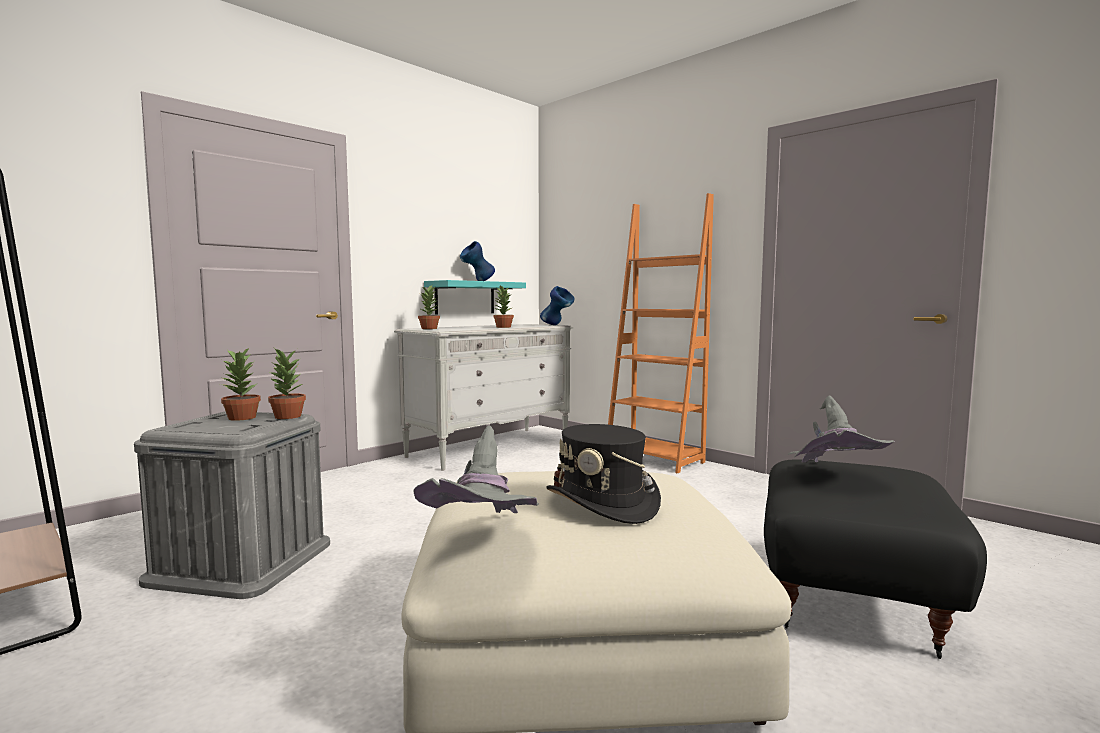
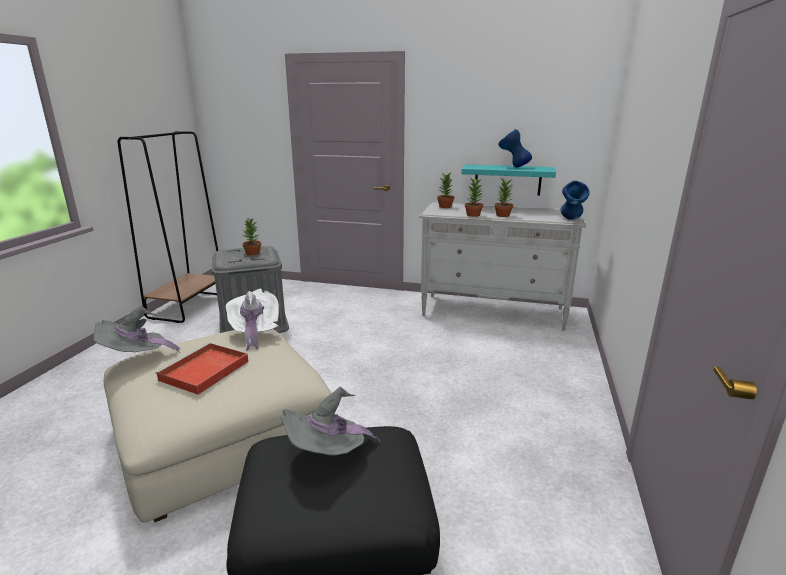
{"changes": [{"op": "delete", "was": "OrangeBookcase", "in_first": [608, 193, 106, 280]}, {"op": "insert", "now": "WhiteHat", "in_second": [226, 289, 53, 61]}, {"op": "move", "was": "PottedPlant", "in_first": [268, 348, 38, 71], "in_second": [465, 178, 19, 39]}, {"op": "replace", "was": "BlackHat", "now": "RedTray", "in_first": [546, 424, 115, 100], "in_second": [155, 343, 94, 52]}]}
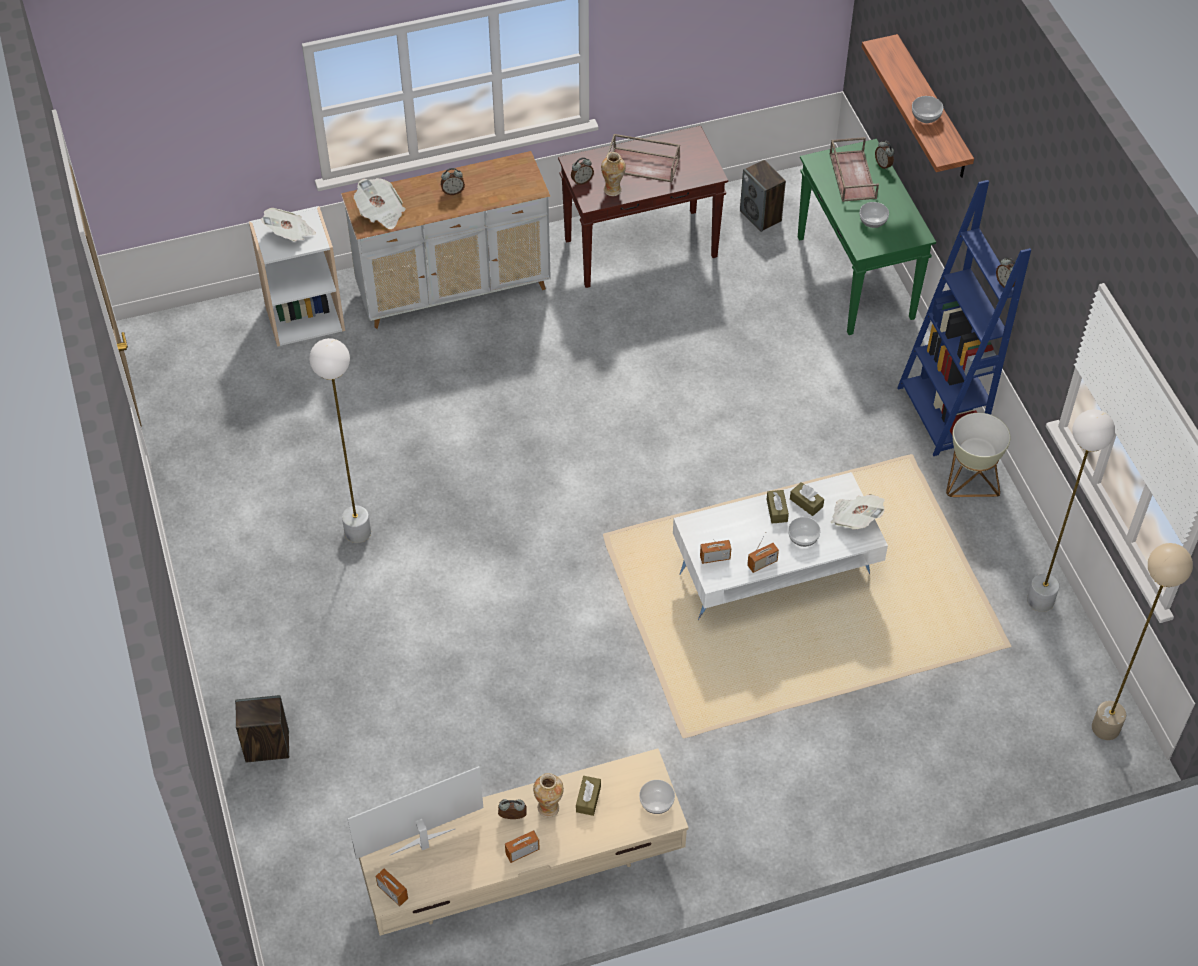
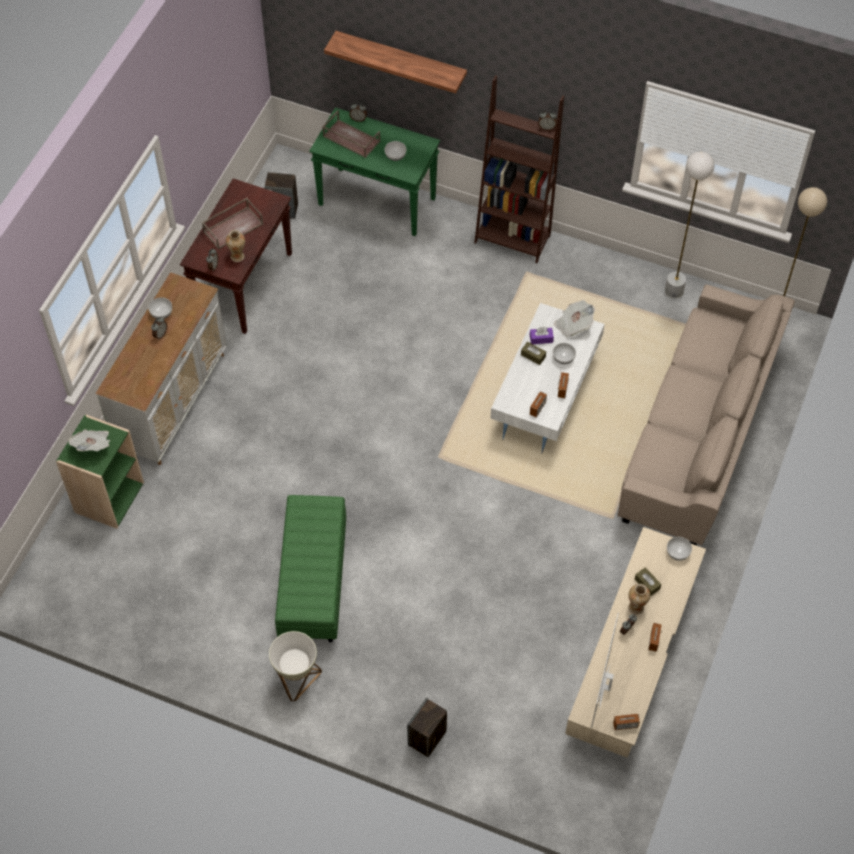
{"changes": [{"op": "delete", "was": "Newspaper", "in_first": [354, 178, 51, 51]}, {"op": "insert", "now": "BeigeSofa", "in_second": [617, 285, 178, 260]}, {"op": "move", "was": "Bowl", "in_first": [912, 96, 31, 27], "in_second": [148, 297, 24, 22]}, {"op": "move", "was": "Planter", "in_first": [946, 413, 65, 84], "in_second": [269, 631, 53, 70]}, {"op": "replace", "was": "WhiteFloorLamp", "now": "GreenOttoman", "in_first": [309, 338, 62, 205], "in_second": [275, 495, 71, 147]}, {"op": "recolor", "was": "WhiteBookcase", "now": "GreenBookcase", "in_first": [249, 206, 96, 141], "in_second": [56, 414, 88, 115]}, {"op": "recolor", "was": "BrownTissueBox", "now": "PurpleTissueBox", "in_first": [790, 482, 34, 34], "in_second": [530, 327, 24, 17]}, {"op": "recolor", "was": "BlueBookcase", "now": "BrownBookcase", "in_first": [897, 180, 134, 276], "in_second": [475, 75, 89, 188]}]}
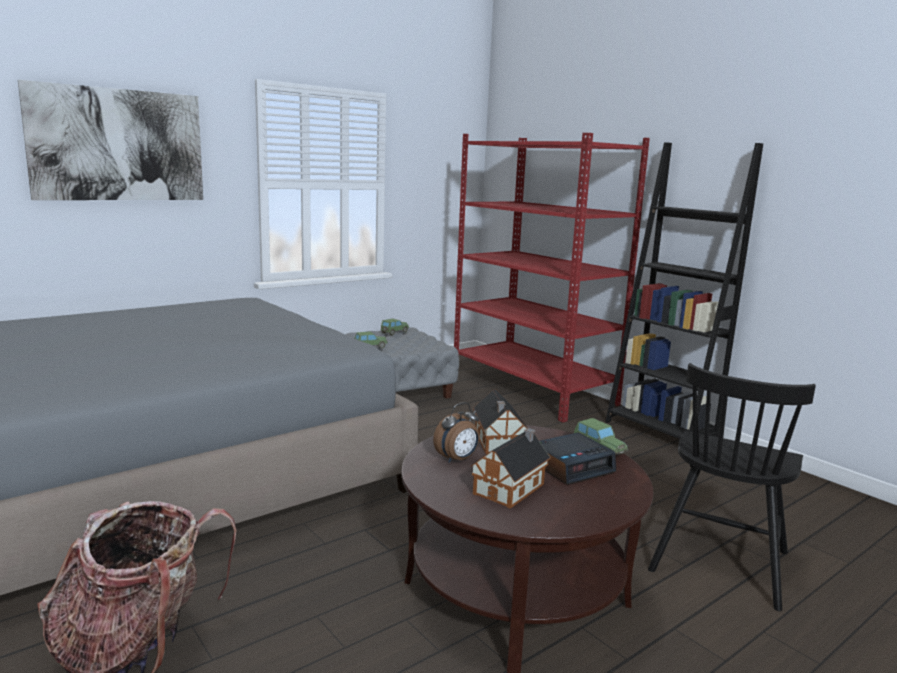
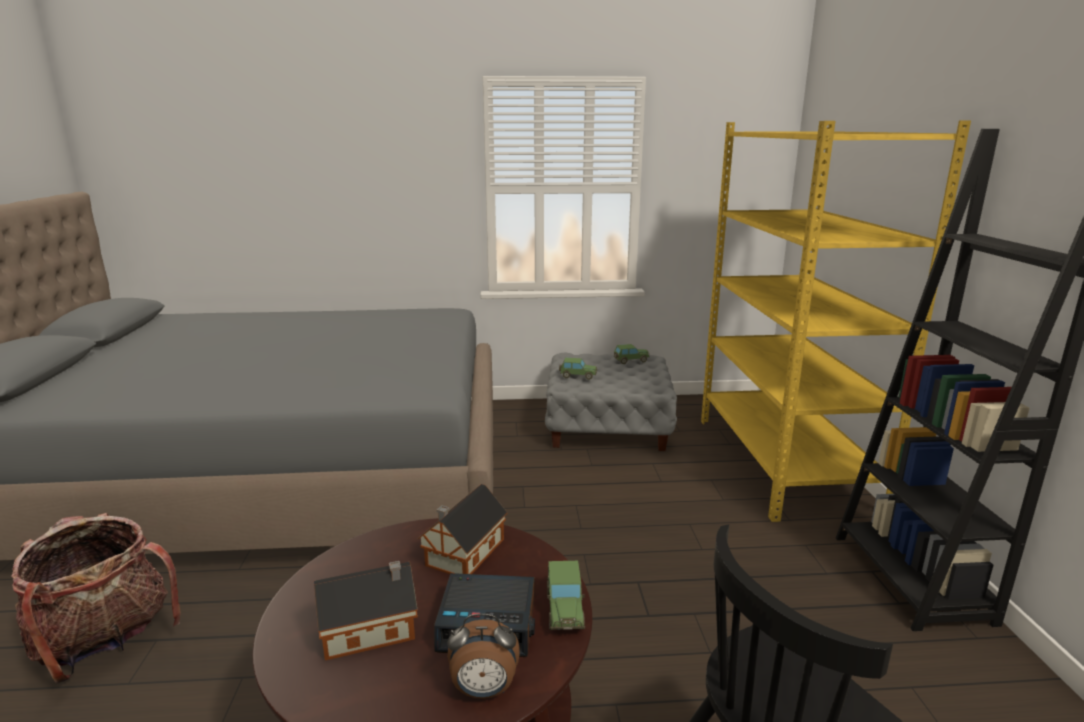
{"changes": [{"op": "delete", "was": "Picture", "in_first": [18, 80, 185, 120]}, {"op": "move", "was": "AlarmClock", "in_first": [433, 402, 47, 61], "in_second": [447, 613, 73, 86]}, {"op": "recolor", "was": "RedBookcase", "now": "YellowBookcase", "in_first": [454, 133, 196, 289], "in_second": [701, 121, 270, 401]}]}
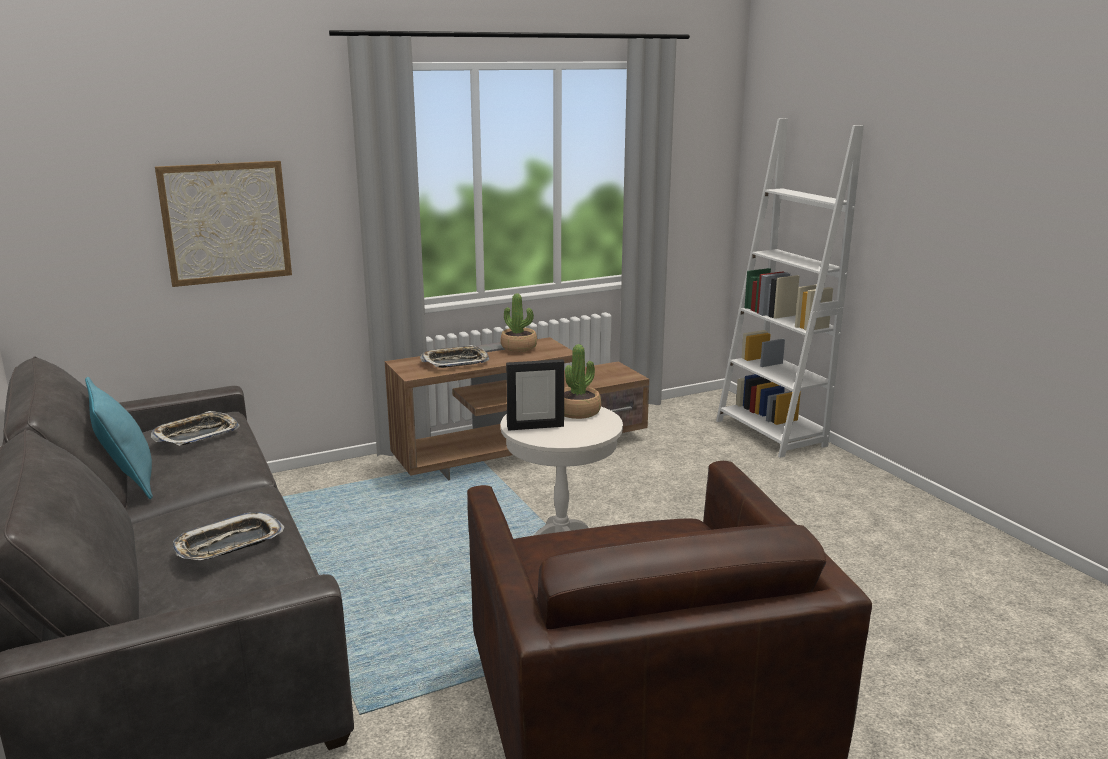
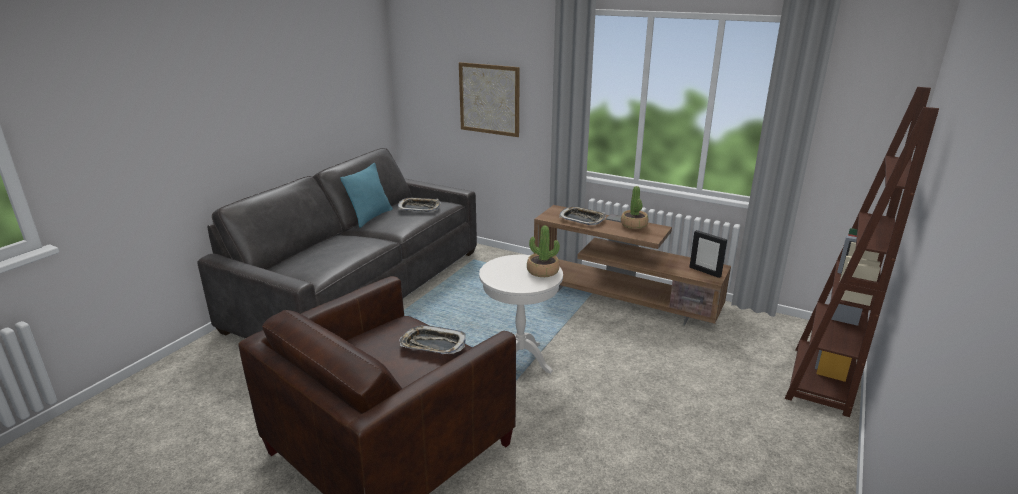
{"changes": [{"op": "move", "was": "Tray", "in_first": [173, 512, 111, 48], "in_second": [399, 325, 67, 29]}, {"op": "move", "was": "PictureFrame", "in_first": [506, 359, 58, 72], "in_second": [689, 230, 38, 48]}, {"op": "recolor", "was": "WhiteBookcase", "now": "BrownBookcase", "in_first": [716, 118, 148, 340], "in_second": [785, 87, 154, 330]}]}
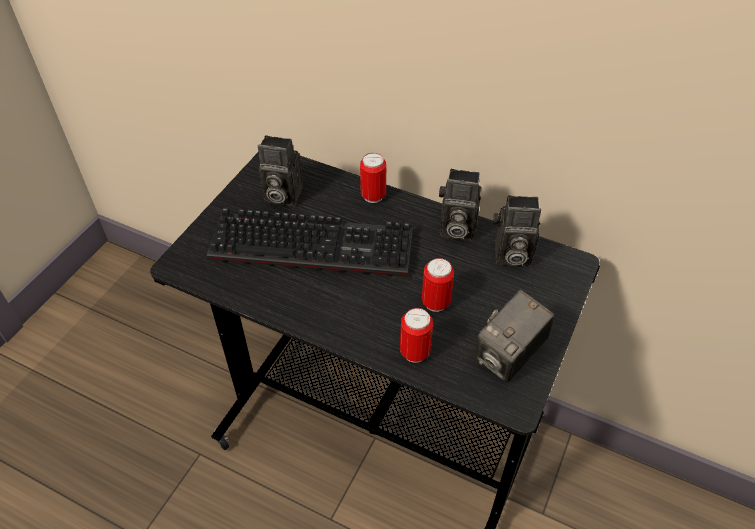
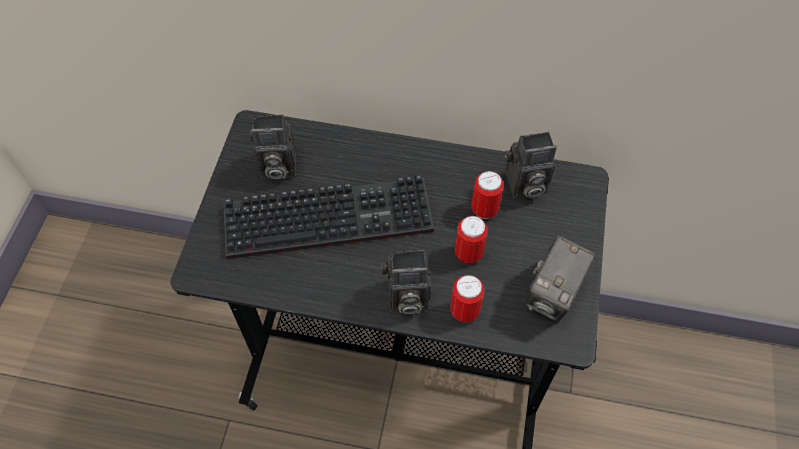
{"changes": [{"op": "move", "was": "Can", "in_first": [360, 153, 26, 50], "in_second": [471, 171, 33, 48]}, {"op": "move", "was": "PhotoCamera", "in_first": [439, 169, 42, 72], "in_second": [381, 250, 50, 64]}]}
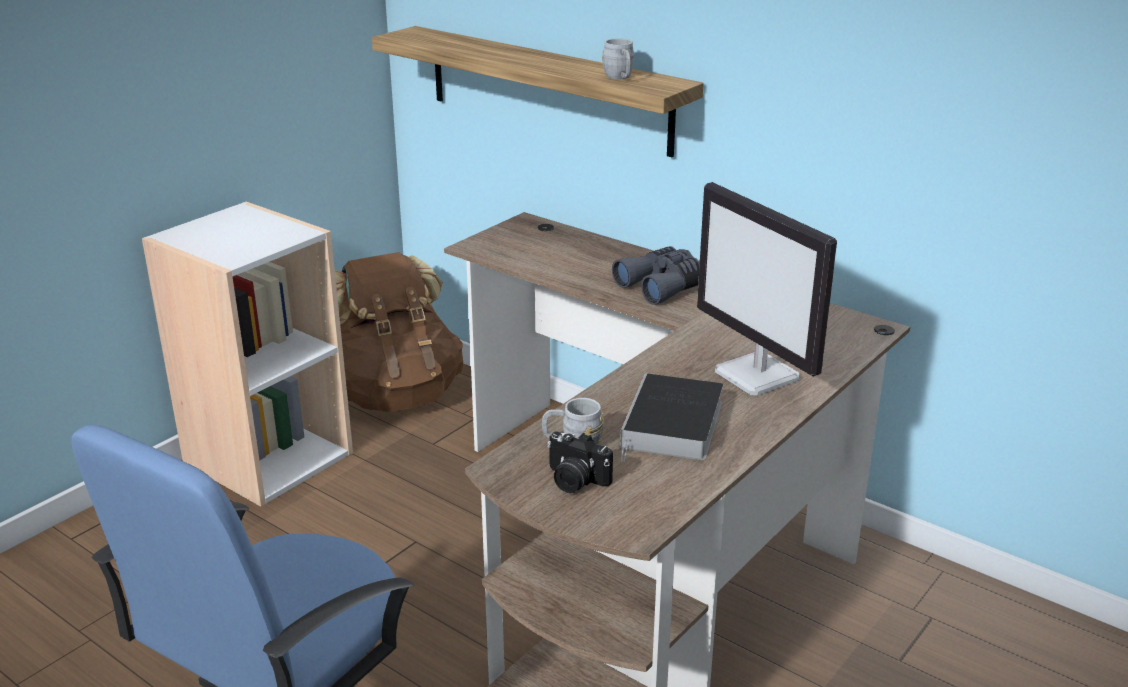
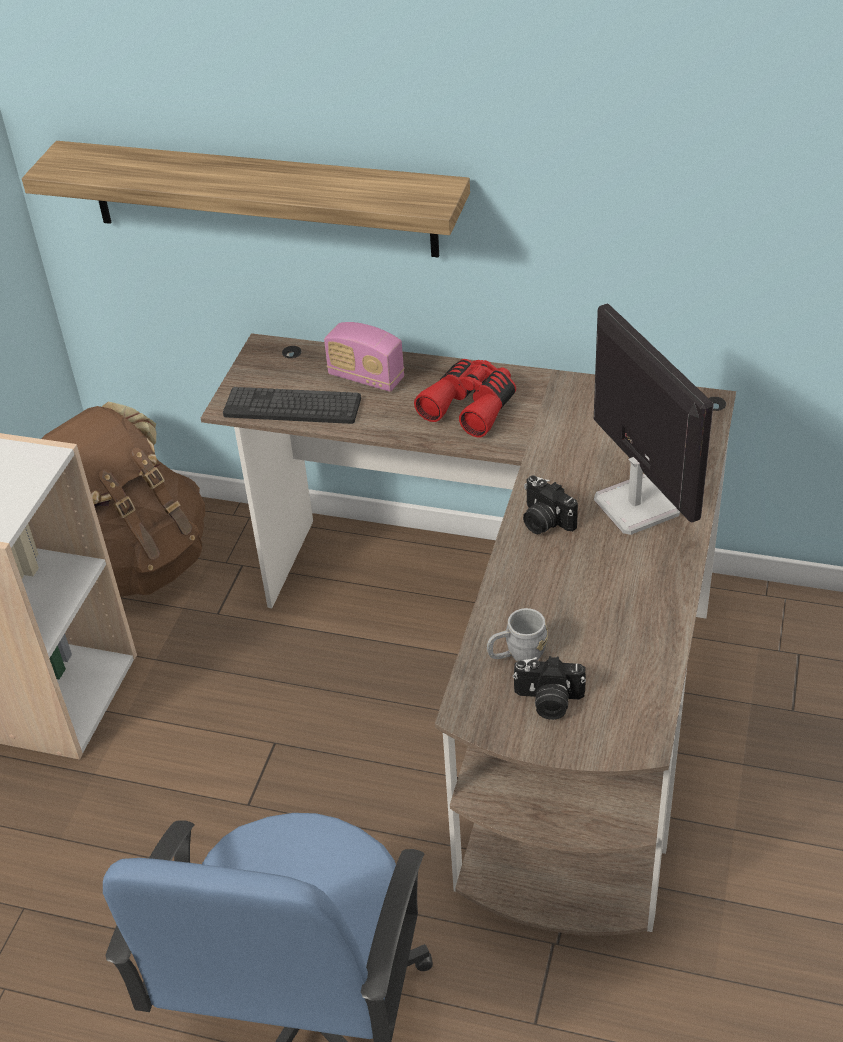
{"changes": [{"op": "delete", "was": "GreyMug", "in_first": [602, 38, 32, 41]}, {"op": "delete", "was": "Book", "in_first": [620, 373, 103, 89]}, {"op": "insert", "now": "Keyboard", "in_second": [223, 387, 138, 37]}, {"op": "insert", "now": "Radio", "in_second": [324, 322, 80, 70]}, {"op": "insert", "now": "PhotoCamera", "in_second": [523, 475, 55, 59]}, {"op": "recolor", "was": "GreyBinoculars", "now": "RedBinoculars", "in_first": [612, 246, 88, 59], "in_second": [414, 359, 102, 78]}, {"op": "rotate", "was": "Monitor", "in_first": [697, 182, 140, 214], "in_second": [594, 303, 120, 232], "clockwise": -150}]}
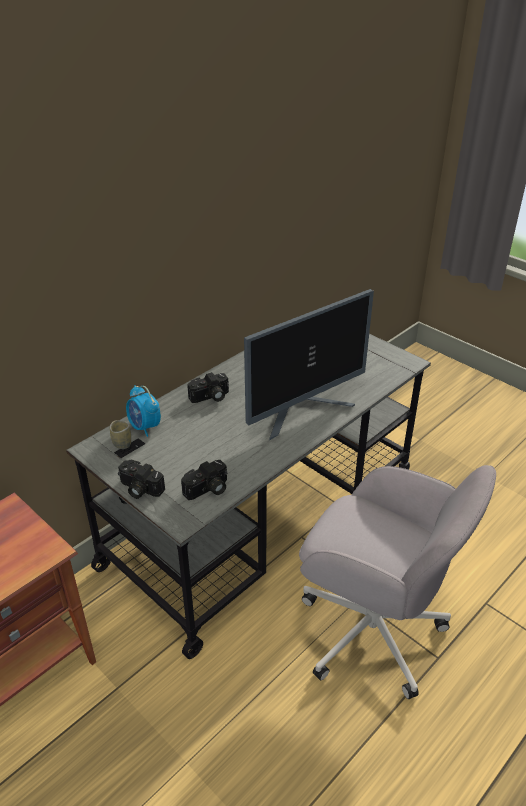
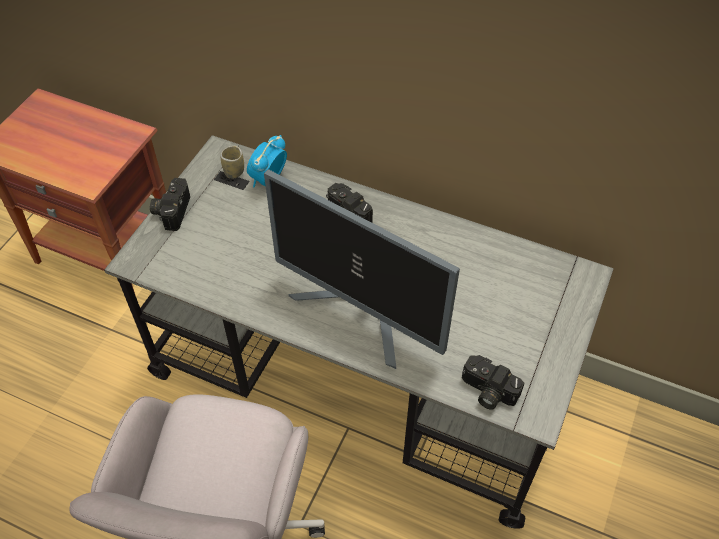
{"changes": [{"op": "move", "was": "PhotoCamera", "in_first": [181, 460, 46, 40], "in_second": [462, 355, 62, 55]}]}
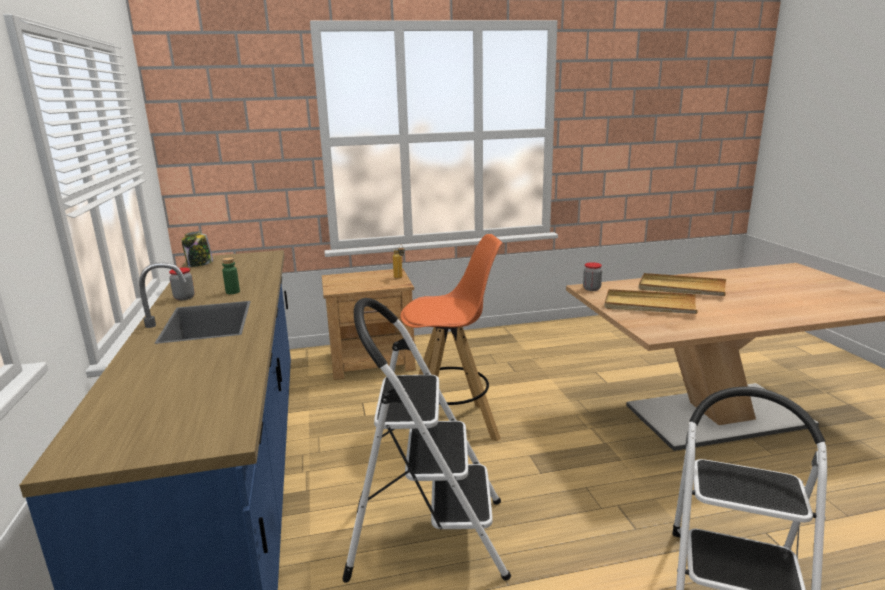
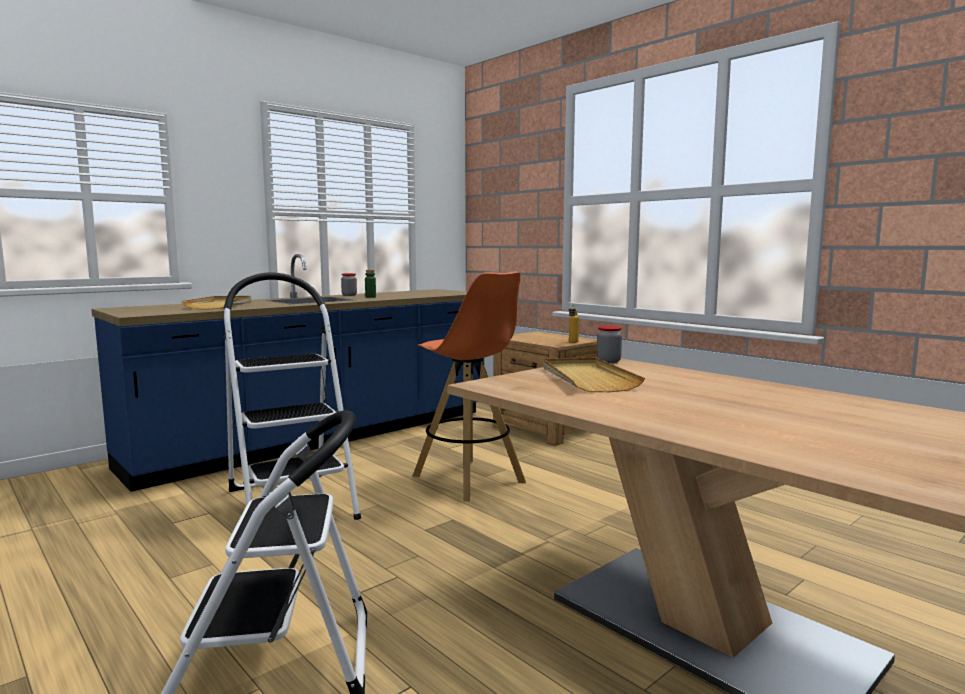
{"changes": [{"op": "delete", "was": "Jar", "in_first": [181, 231, 32, 36]}, {"op": "move", "was": "BeigeTray", "in_first": [639, 273, 87, 23], "in_second": [181, 296, 70, 14]}]}
